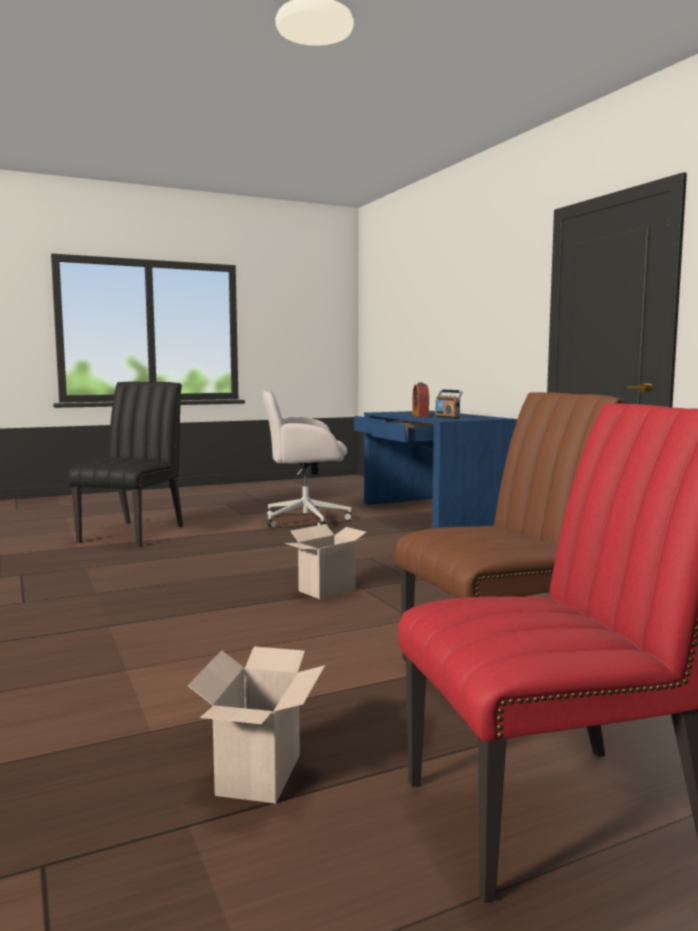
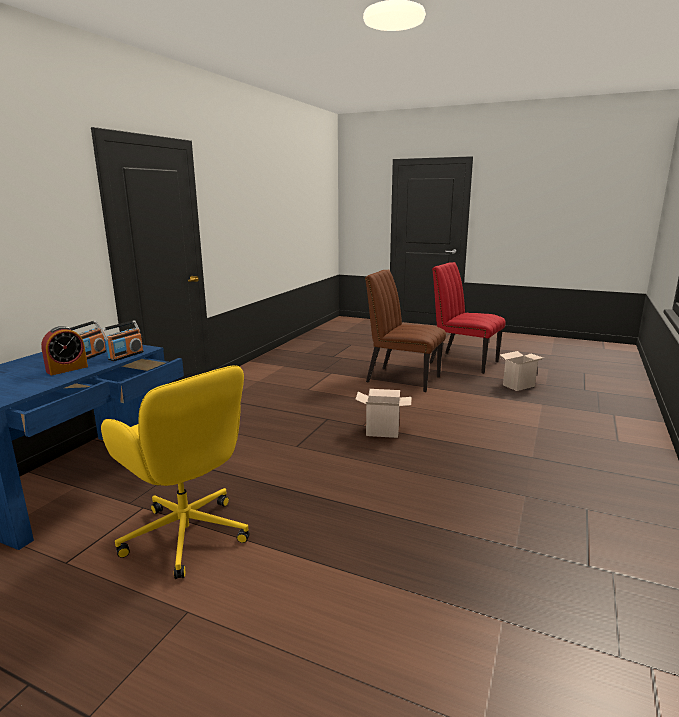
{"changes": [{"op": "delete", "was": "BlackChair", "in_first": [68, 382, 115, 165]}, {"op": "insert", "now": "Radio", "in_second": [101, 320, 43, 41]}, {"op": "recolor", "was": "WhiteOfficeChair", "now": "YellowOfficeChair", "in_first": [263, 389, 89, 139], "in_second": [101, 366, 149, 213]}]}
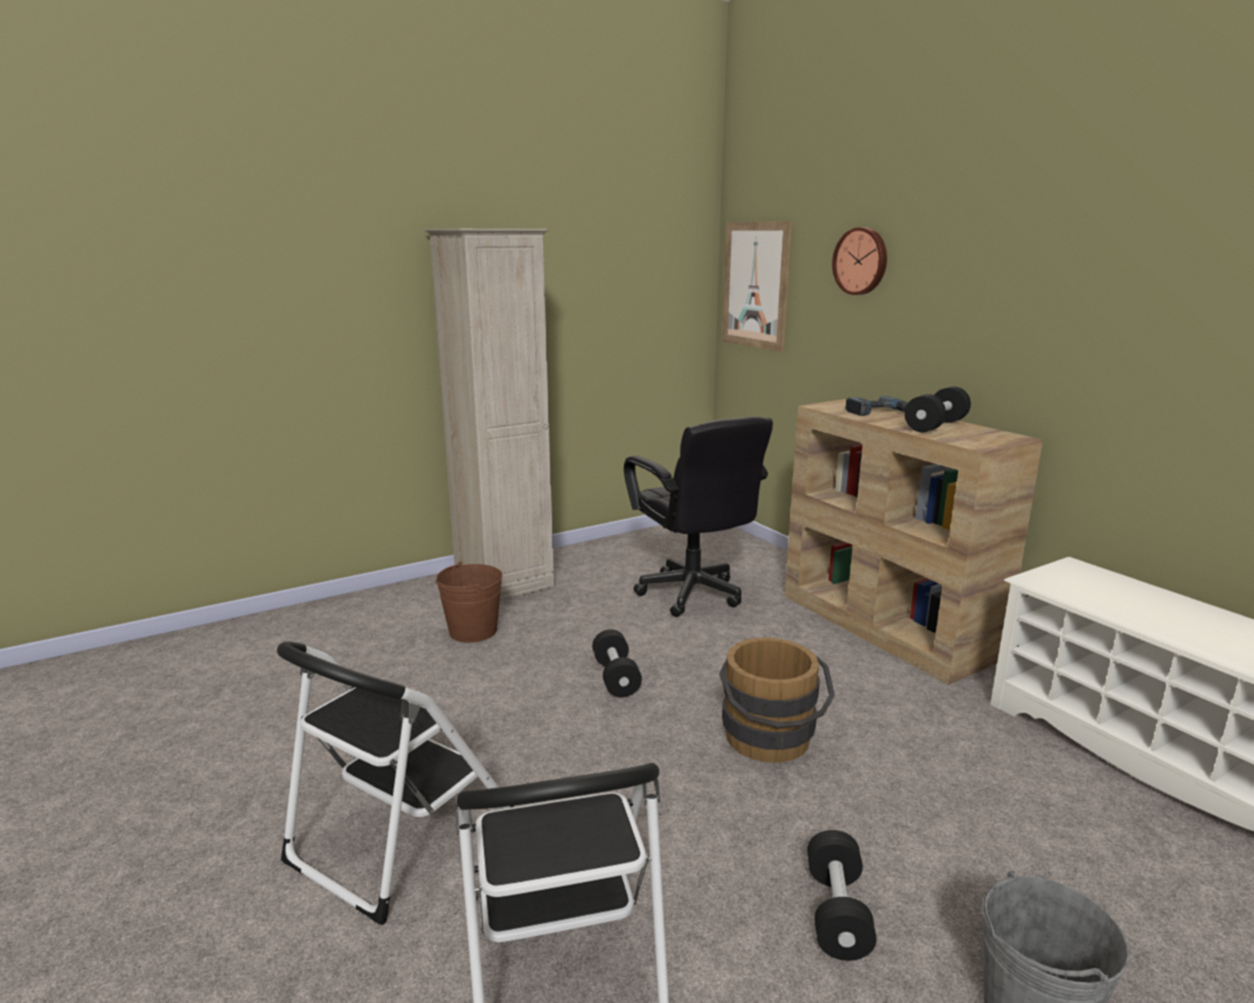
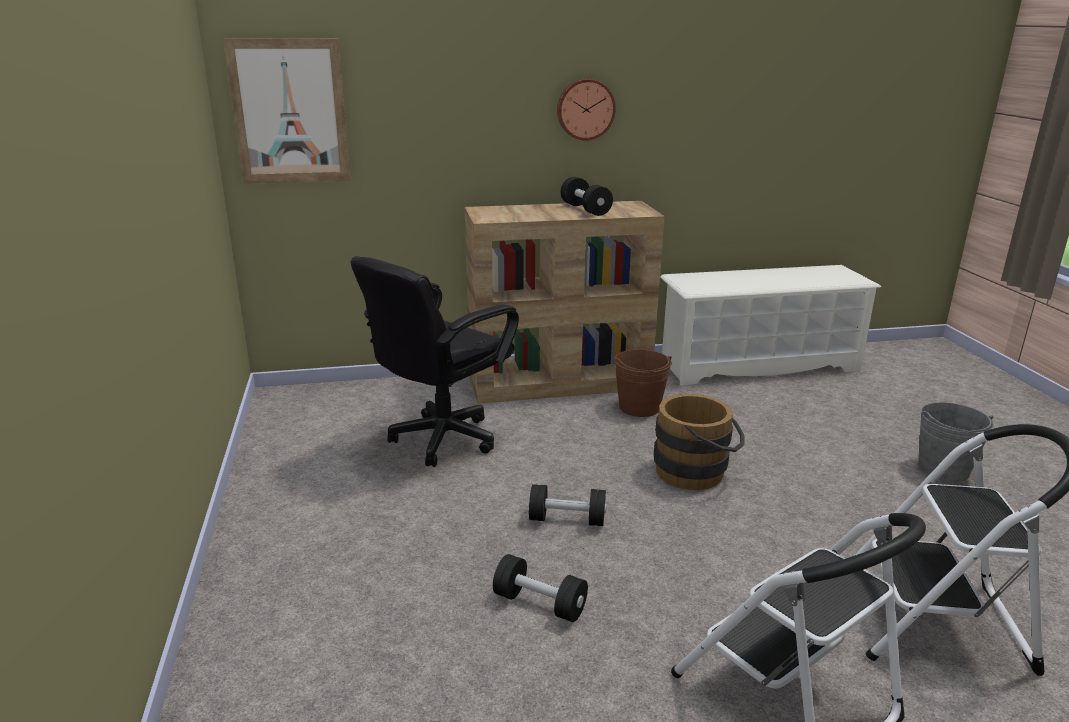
{"changes": [{"op": "delete", "was": "BeigeCabinet", "in_first": [424, 229, 130, 371]}, {"op": "delete", "was": "PowerDrill", "in_first": [845, 396, 63, 20]}, {"op": "move", "was": "BrownBucket", "in_first": [435, 562, 68, 81], "in_second": [614, 350, 58, 67]}, {"op": "move", "was": "BlackDumbbell", "in_first": [807, 830, 70, 131], "in_second": [493, 554, 95, 68]}, {"op": "move", "was": "WallClock", "in_first": [832, 227, 55, 68], "in_second": [557, 79, 59, 62]}, {"op": "rotate", "was": "BlackOfficeChair", "in_first": [624, 417, 149, 200], "in_second": [350, 256, 169, 211], "clockwise": 135}]}
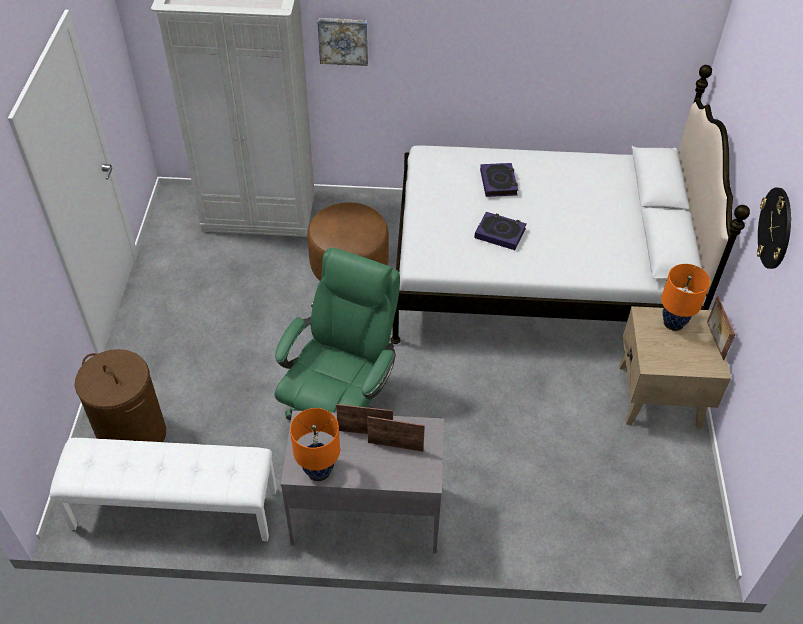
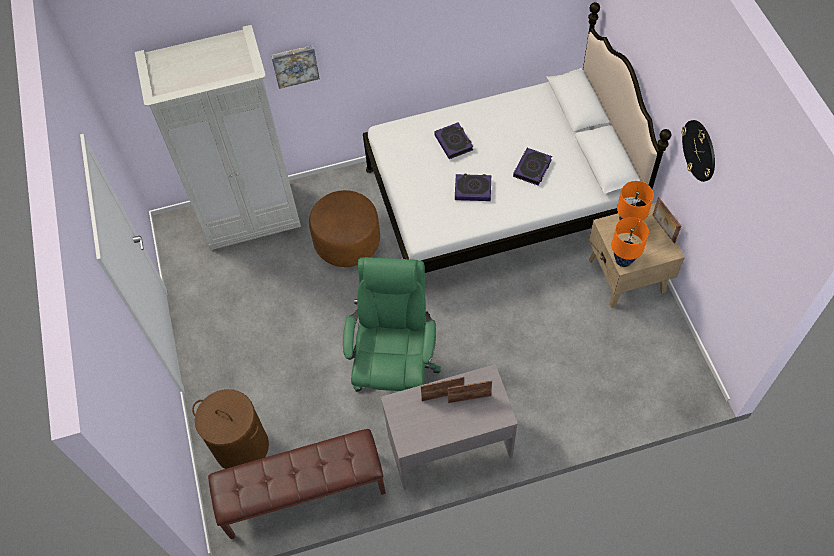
{"changes": [{"op": "insert", "now": "Book", "in_second": [513, 148, 39, 38]}, {"op": "move", "was": "OrangeTableLamp", "in_first": [290, 408, 50, 73], "in_second": [612, 217, 37, 50]}, {"op": "recolor", "was": "WhiteBench", "now": "BrownBench", "in_first": [50, 438, 227, 103], "in_second": [208, 429, 178, 110]}]}
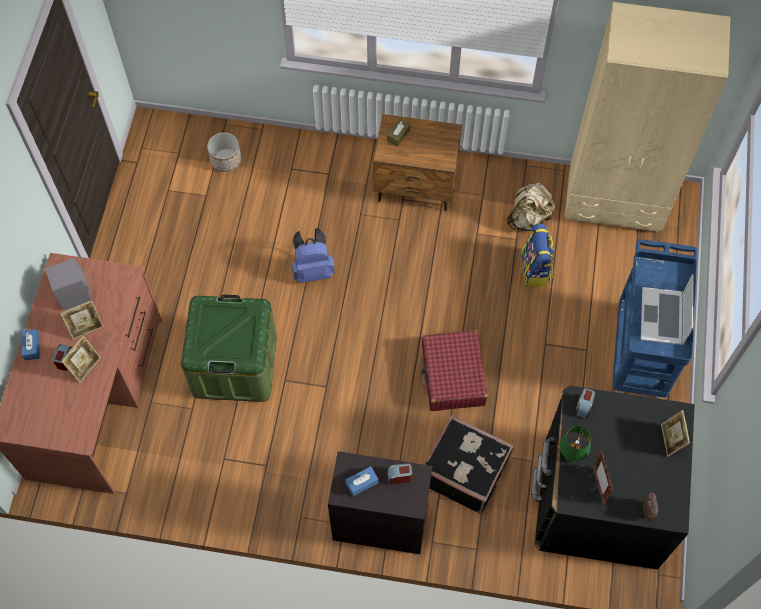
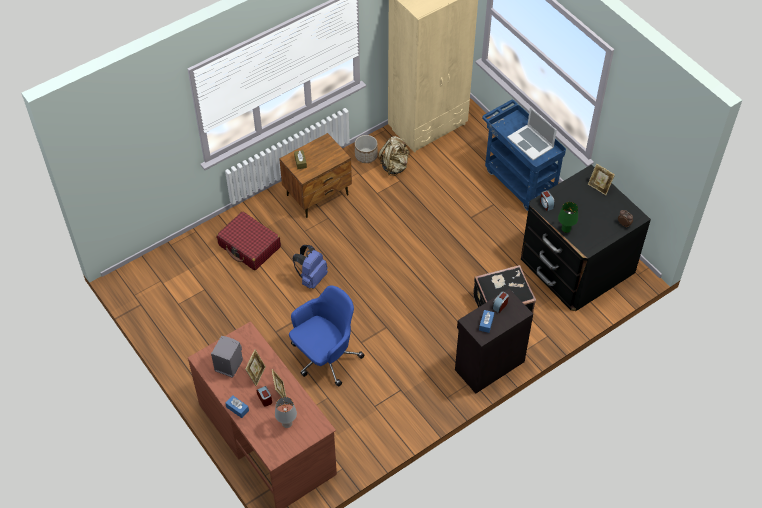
{"changes": [{"op": "delete", "was": "Backpack", "in_first": [521, 224, 33, 63]}, {"op": "delete", "was": "PictureFrame", "in_first": [593, 450, 20, 55]}, {"op": "insert", "now": "GreyTableLamp", "in_second": [275, 397, 22, 31]}, {"op": "move", "was": "Planter", "in_first": [207, 133, 34, 39], "in_second": [355, 135, 23, 28]}, {"op": "move", "was": "RedSuitcase", "in_first": [421, 330, 67, 81], "in_second": [216, 211, 65, 59]}, {"op": "replace", "was": "GreenStorageBox", "now": "BlueOfficeChair", "in_first": [181, 295, 96, 107], "in_second": [289, 285, 75, 102]}]}
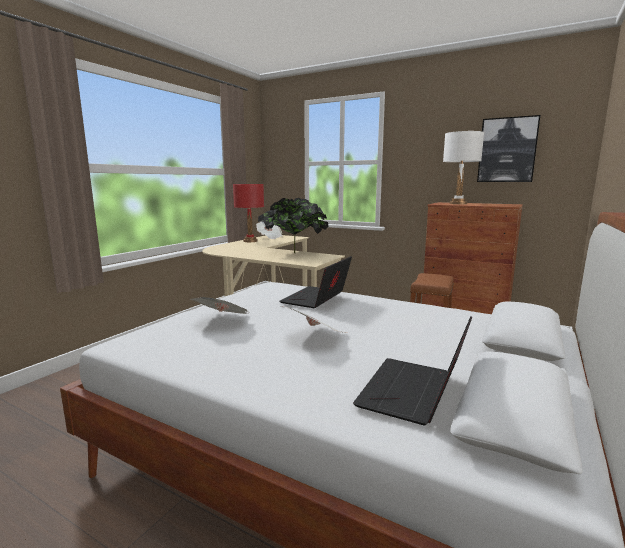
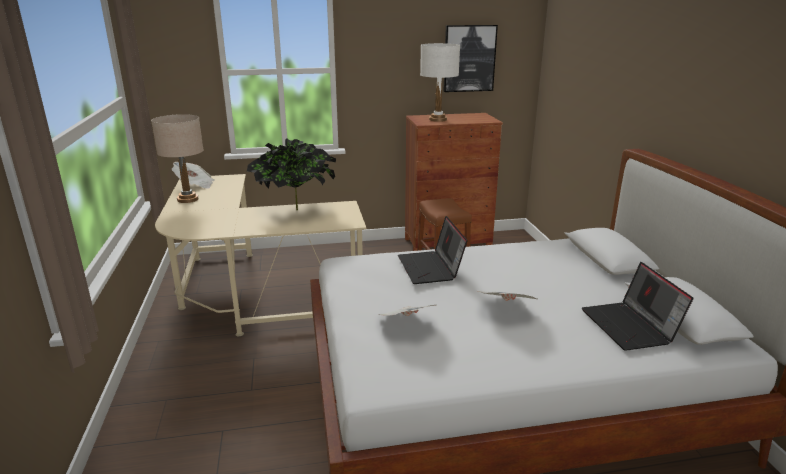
{"changes": [{"op": "recolor", "was": "RedTableLamp", "now": "BeigeTableLamp", "in_first": [233, 184, 31, 58], "in_second": [151, 114, 53, 89]}]}
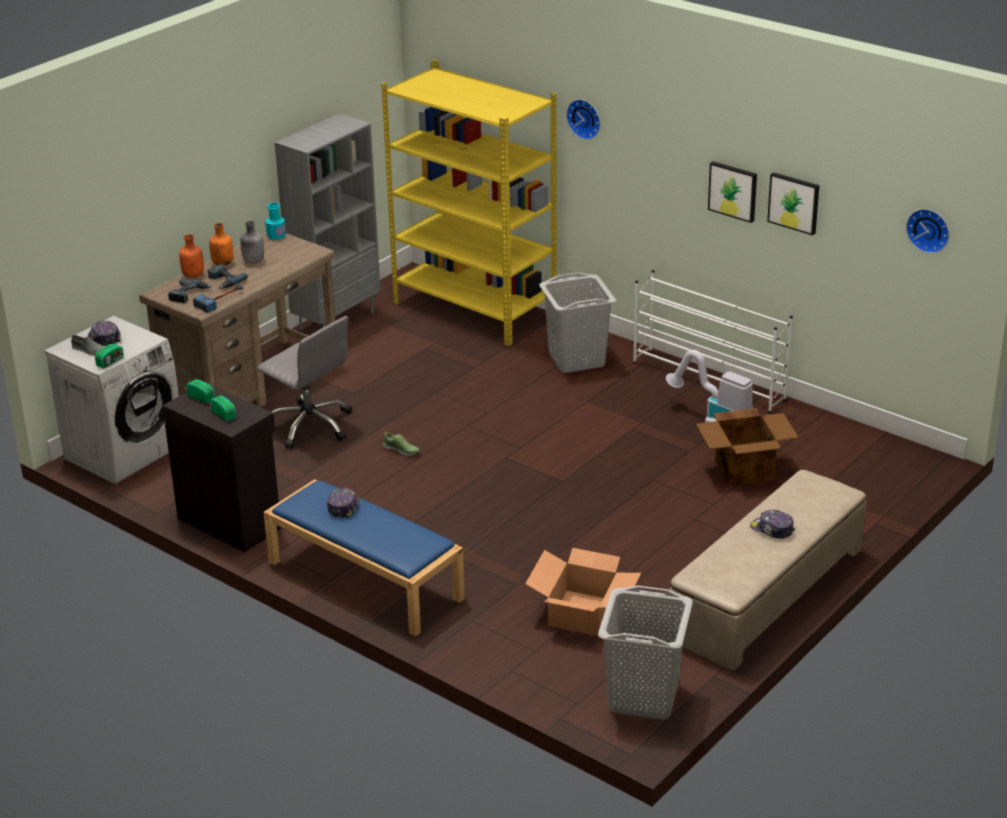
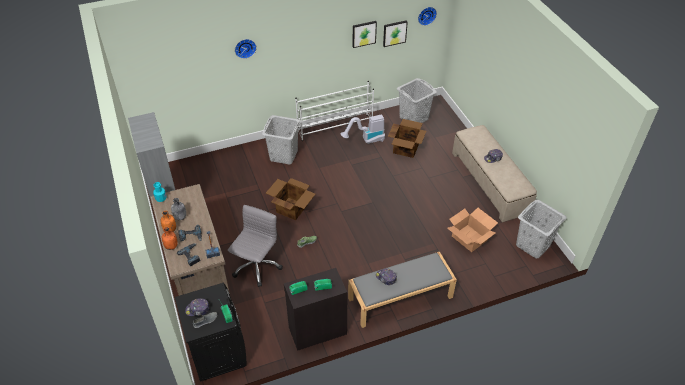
{"changes": [{"op": "delete", "was": "YellowBookcase", "in_first": [381, 60, 176, 286]}, {"op": "insert", "now": "CardboardBox", "in_second": [266, 178, 49, 42]}, {"op": "insert", "now": "GreyLaundryBasket", "in_second": [397, 78, 40, 45]}, {"op": "move", "was": "Picture", "in_first": [708, 161, 49, 62], "in_second": [383, 20, 25, 27]}, {"op": "recolor", "was": "WhiteWashingMachine", "now": "BlackWashingMachine", "in_first": [44, 316, 135, 168], "in_second": [175, 283, 71, 99]}, {"op": "recolor", "was": "BlueBench", "now": "GreyBench", "in_first": [264, 479, 201, 157], "in_second": [348, 252, 109, 76]}, {"op": "rotate", "was": "GreyOfficeChair", "in_first": [258, 316, 94, 133], "in_second": [228, 205, 55, 82], "clockwise": -45}]}
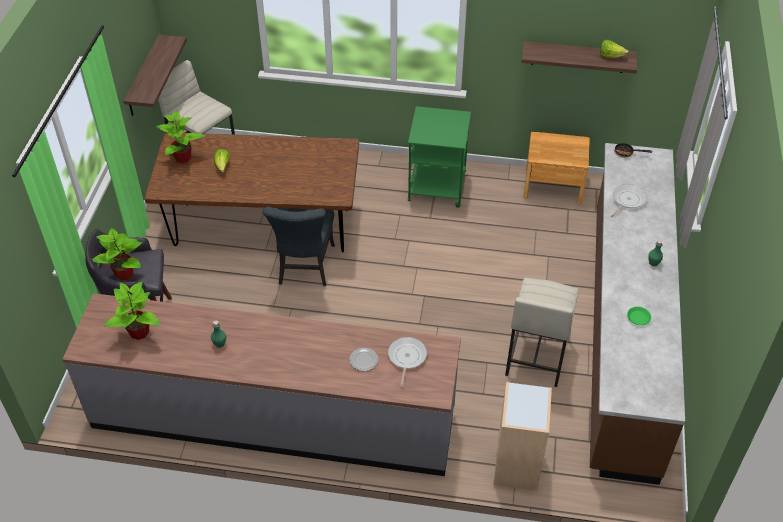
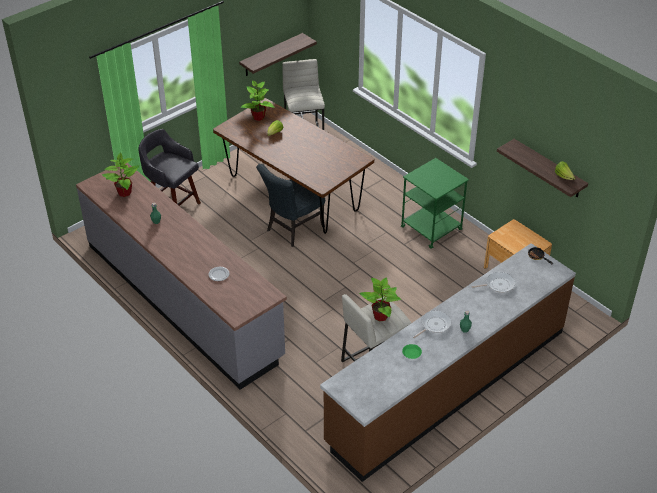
{"changes": [{"op": "delete", "was": "Bookcase", "in_first": [493, 382, 59, 109]}, {"op": "move", "was": "PottedPlant", "in_first": [92, 228, 50, 53], "in_second": [359, 277, 42, 44]}, {"op": "move", "was": "FryingPan", "in_first": [388, 337, 39, 51], "in_second": [413, 311, 38, 27]}]}
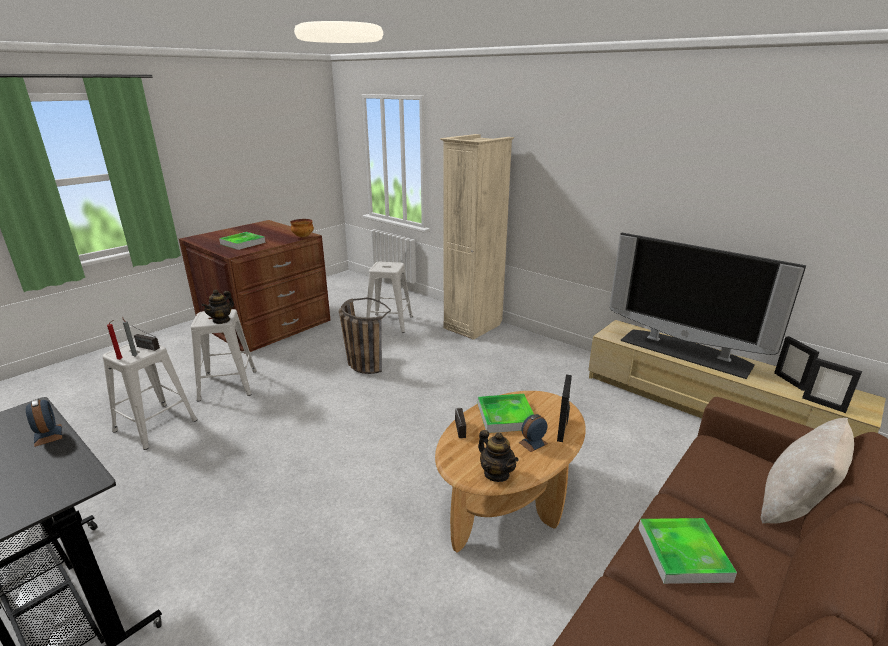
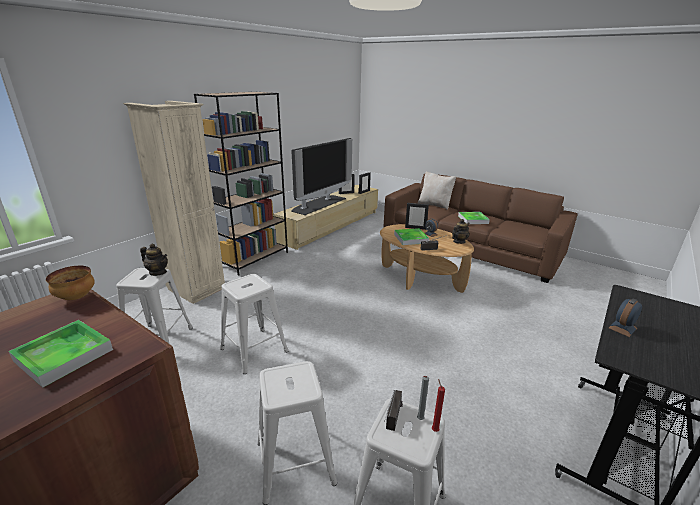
{"changes": [{"op": "insert", "now": "BeigeBookcase", "in_second": [194, 92, 94, 184]}, {"op": "move", "was": "Teapot", "in_first": [202, 290, 32, 34], "in_second": [140, 244, 28, 32]}, {"op": "replace", "was": "Basket", "now": "WhiteStool", "in_first": [339, 298, 52, 76], "in_second": [220, 274, 68, 100]}]}
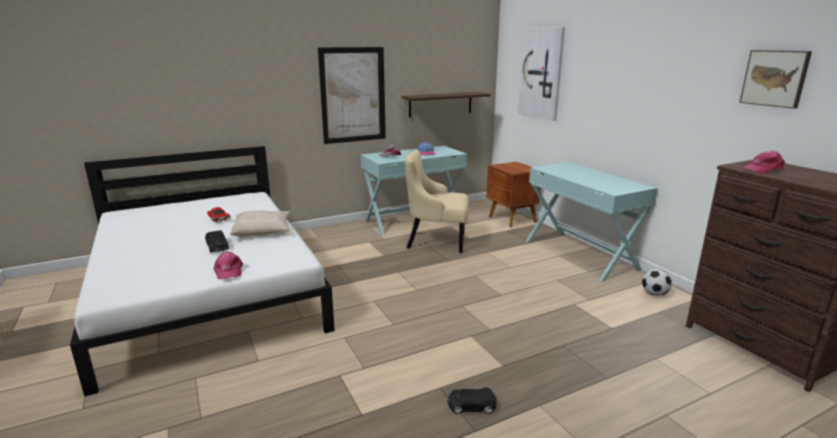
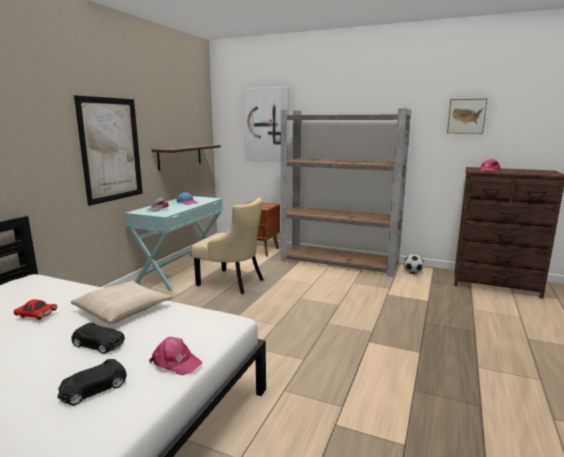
{"changes": [{"op": "move", "was": "BlackToyCar", "in_first": [447, 387, 49, 27], "in_second": [57, 359, 70, 46]}, {"op": "replace", "was": "TurquoiseDesk", "now": "BrownBookcase", "in_first": [525, 162, 133, 120], "in_second": [281, 108, 130, 169]}, {"op": "rotate", "was": "BeigeChair", "in_first": [405, 150, 64, 103], "in_second": [191, 197, 73, 97], "clockwise": -120}]}
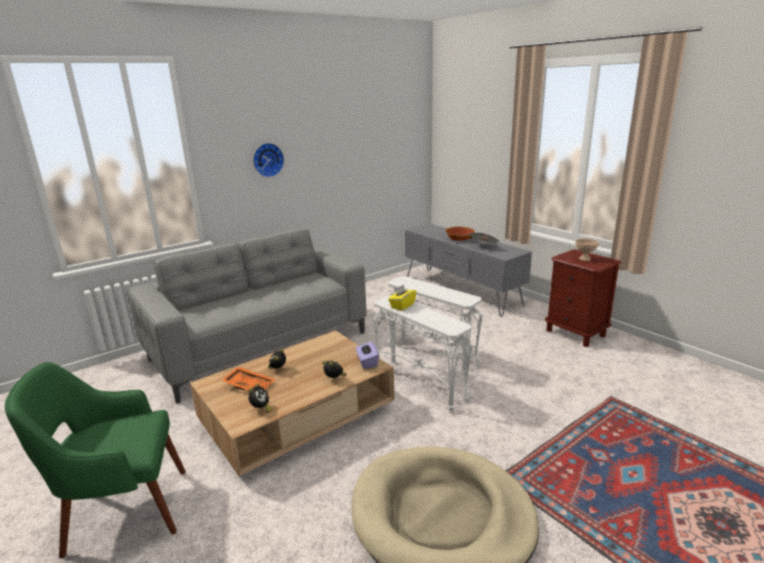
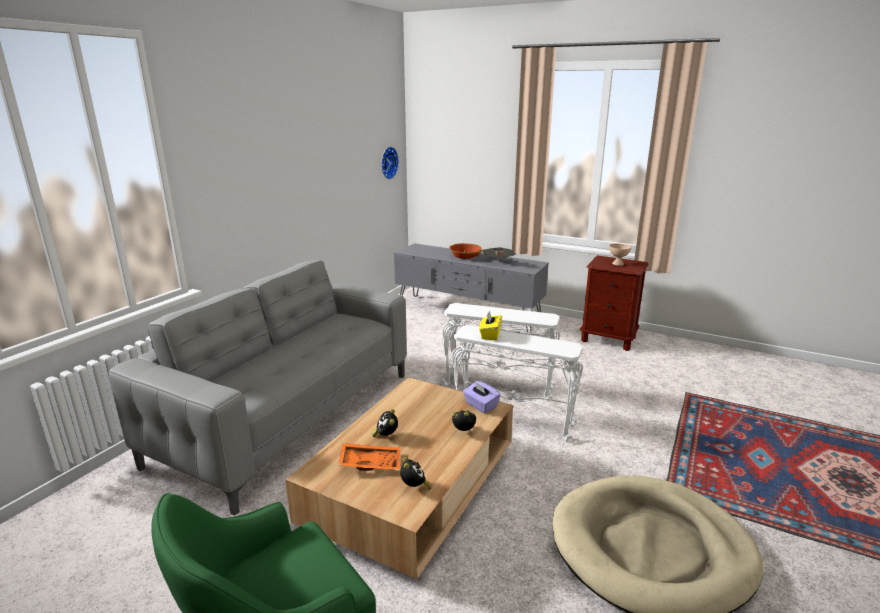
{"changes": [{"op": "move", "was": "WallClock", "in_first": [253, 143, 31, 34], "in_second": [381, 147, 18, 33]}]}
